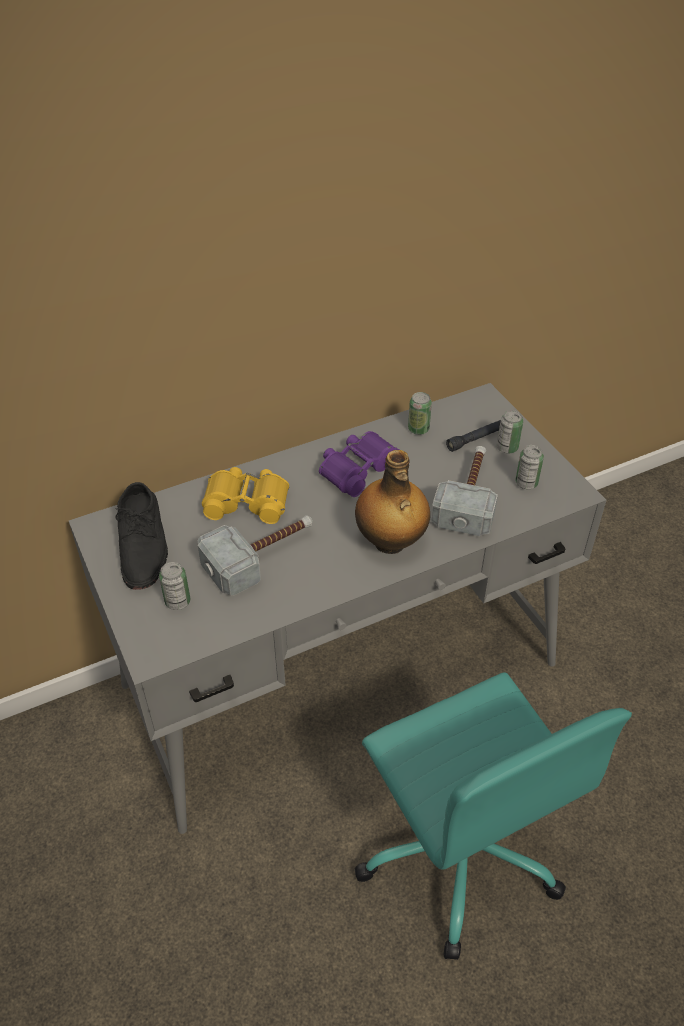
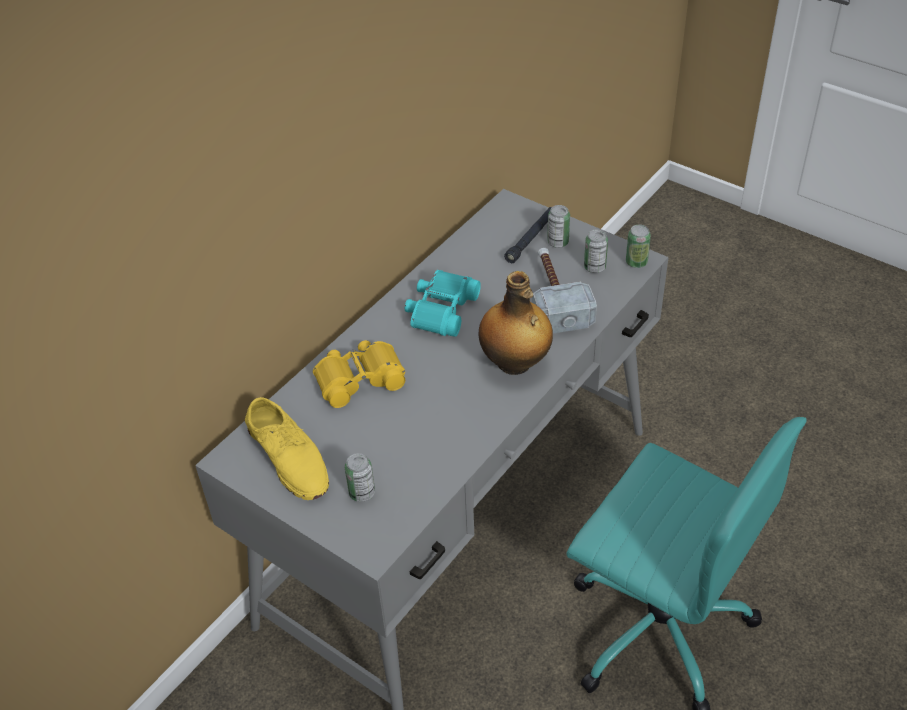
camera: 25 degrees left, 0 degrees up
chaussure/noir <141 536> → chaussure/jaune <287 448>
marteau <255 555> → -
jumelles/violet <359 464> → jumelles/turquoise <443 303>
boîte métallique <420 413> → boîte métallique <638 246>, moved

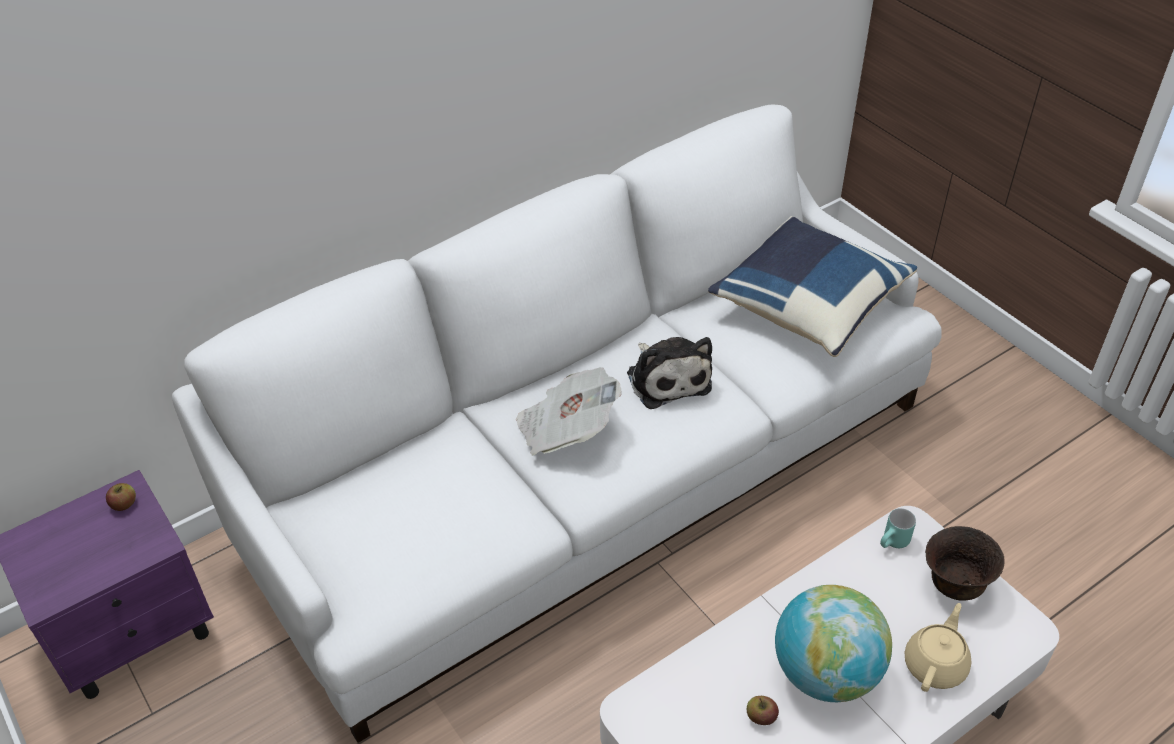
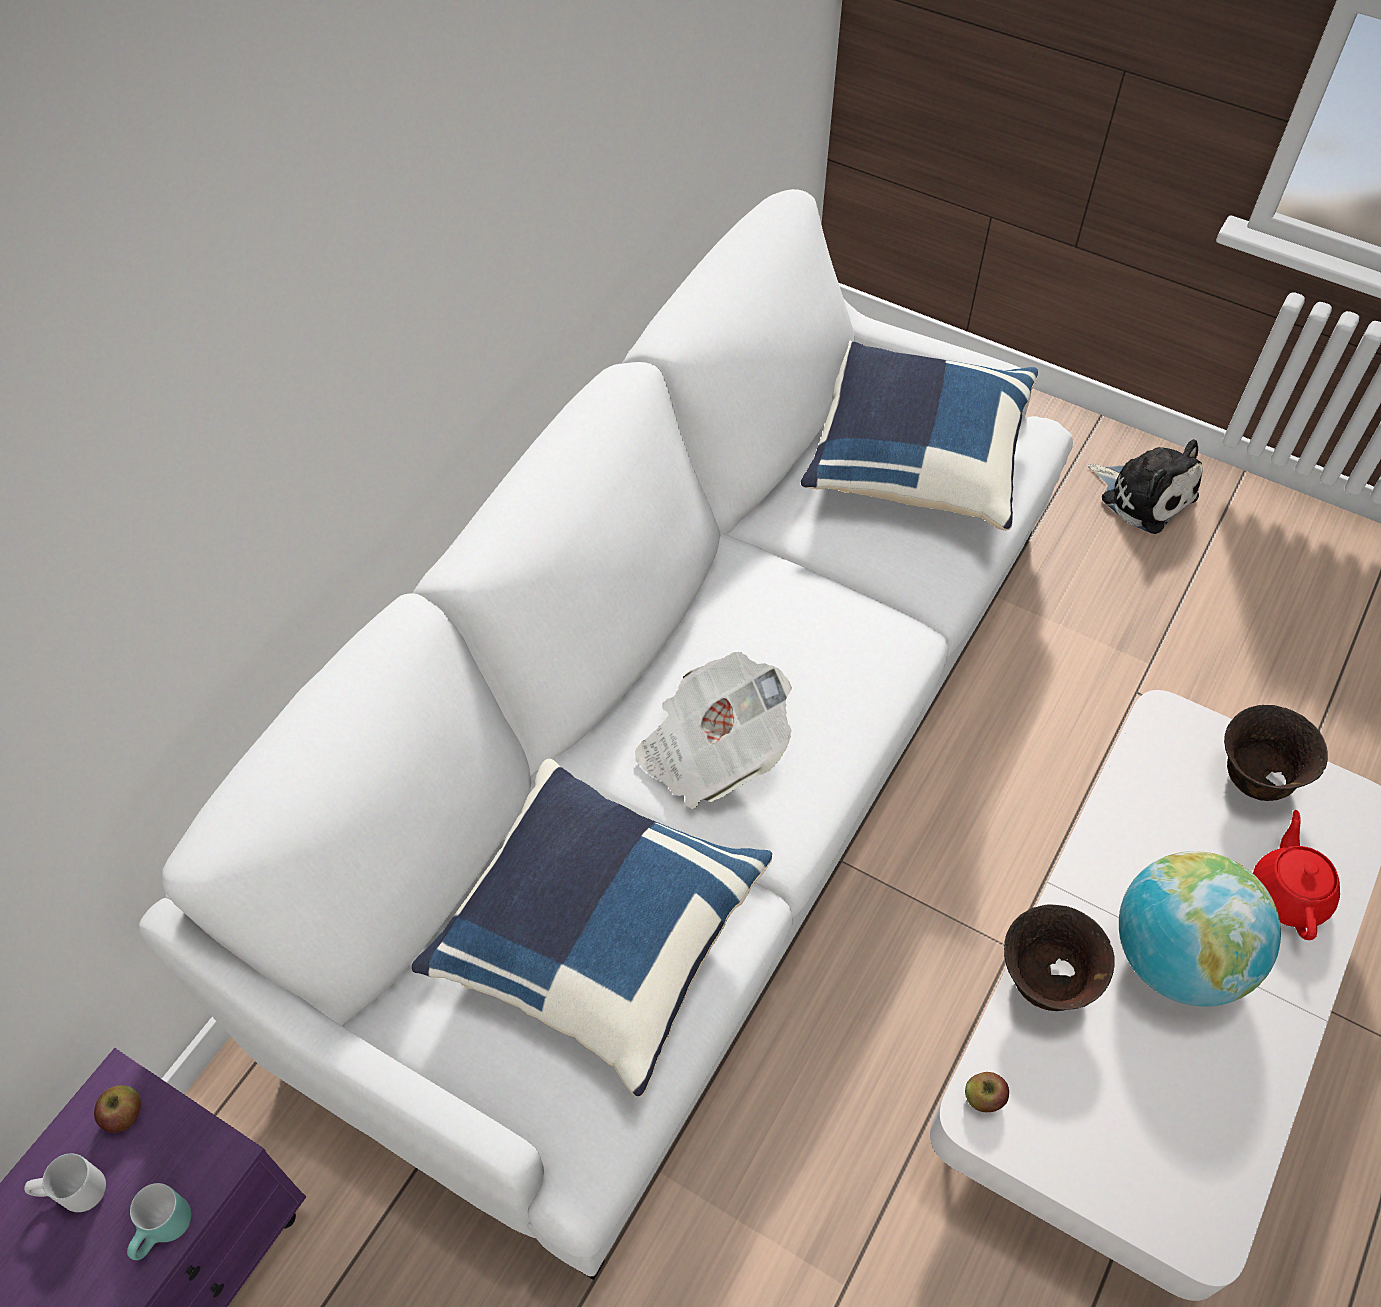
camera: 25 degrees left, 10 degrees up
peluche <669 373> → peluche <1145 486>, moved
pomme <763 710> → pomme <987 1092>, moved
mug/turquoise <898 528> → mug/turquoise <159 1221>, moved
théière/beige <938 647> → théière/rouge <1296 875>
- → mug/blanc <65 1182>
- → coussin/bleu <592 928>
- → bol/marron <1059 957>

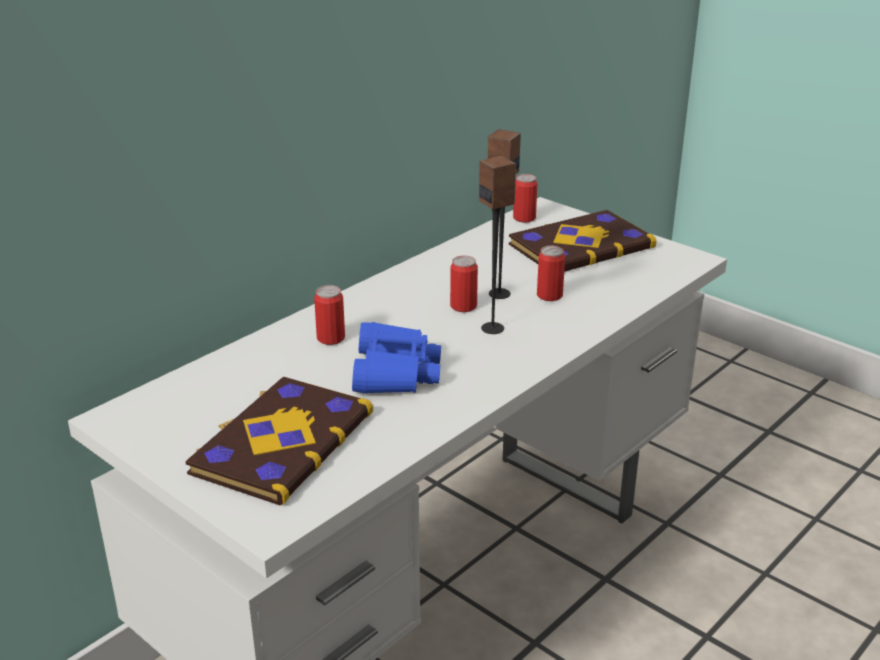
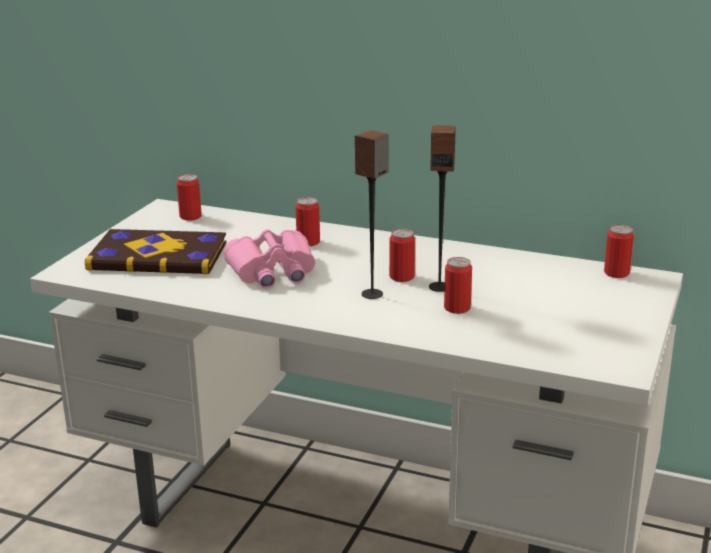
camera: 70 degrees right, 5 degrees down
jumelles/bleu <396 358> → jumelles/rose <269 258>
livre <582 241> → -
- → boîte métallique <189 197>

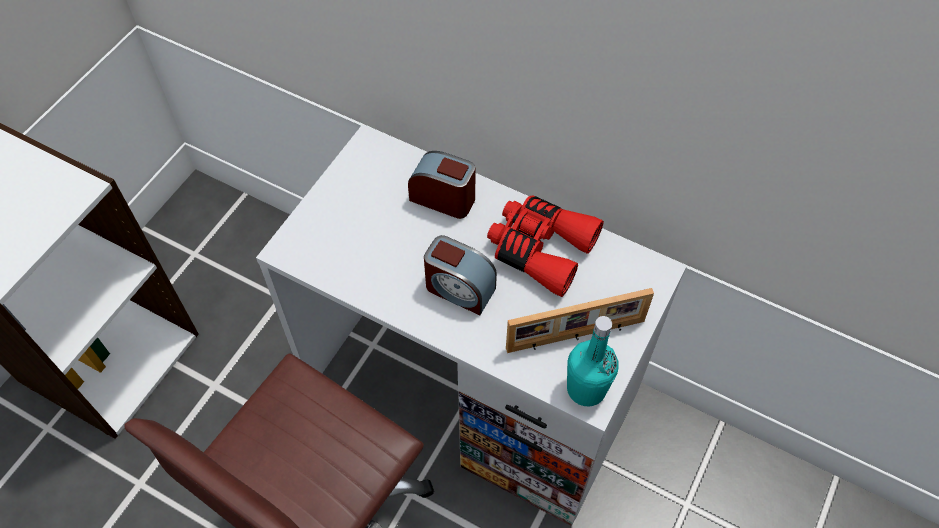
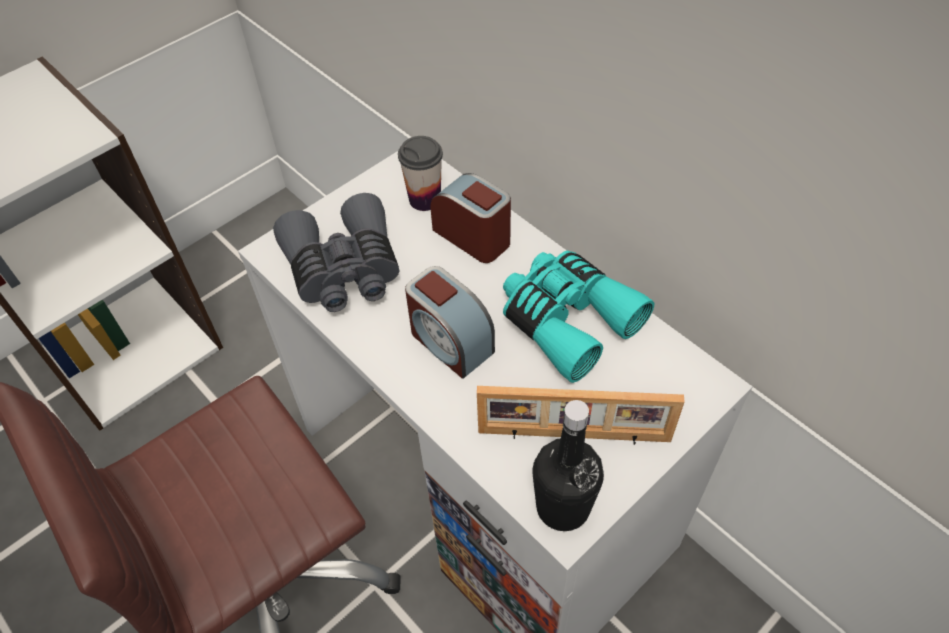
camera: 20 degrees right, 5 degrees down
jumelles/rouge <545 246> → jumelles/turquoise <579 317>
bouteille/turquoise <592 361> → bouteille/noir <568 465>
- → jumelles/gris <336 252>
- → tasse <420 173>

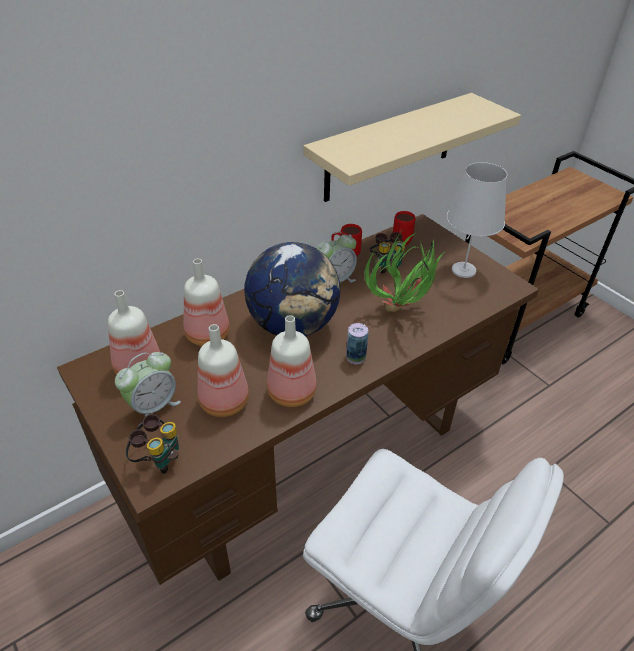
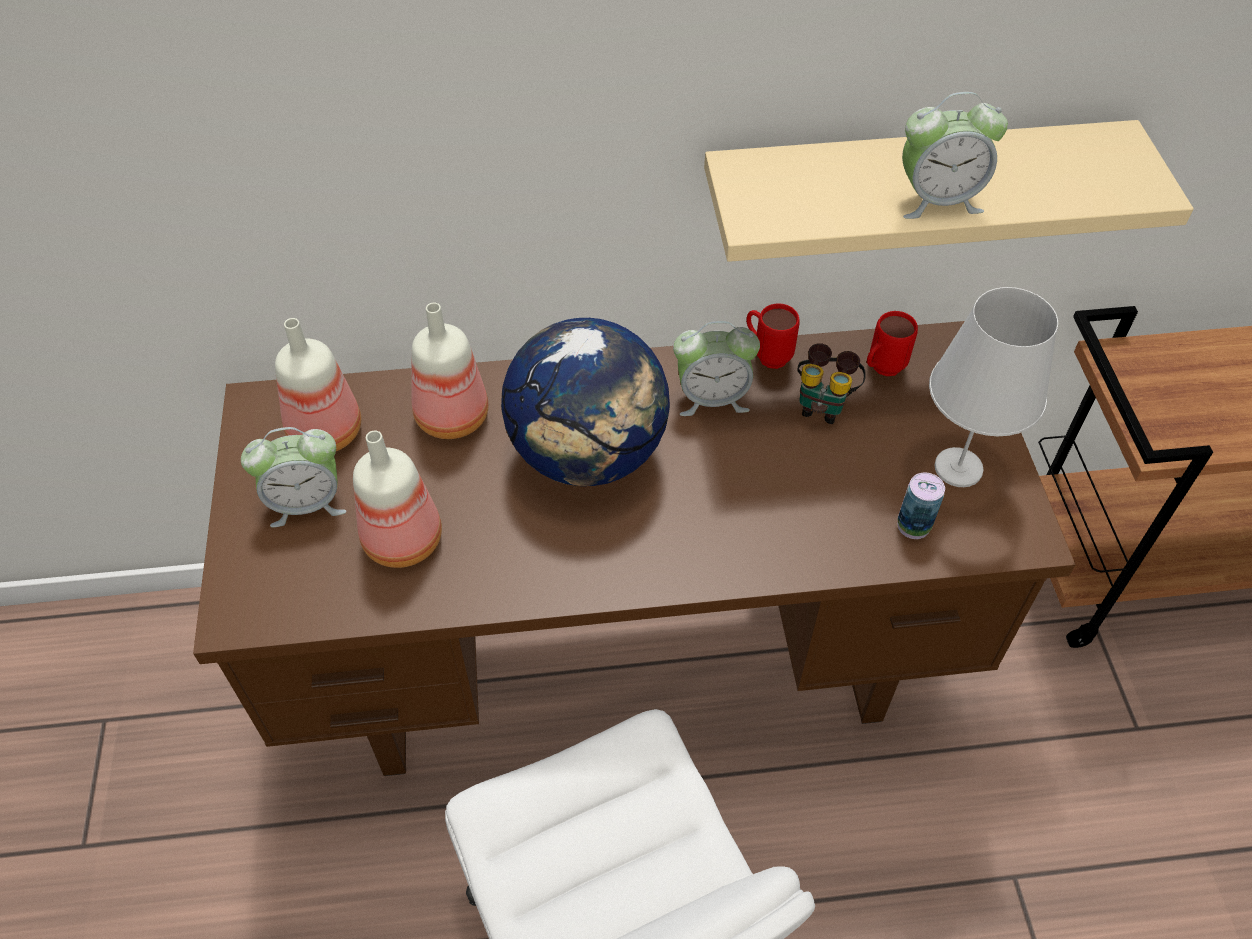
camera: 30 degrees right, 10 degrees up
jumelles <152 444> → -
bouteille <292 361> → -
boîte métallique <357 343> → boîte métallique <921 506>, moved
plante en pot <405 272> → -
- → réveil <955 155>

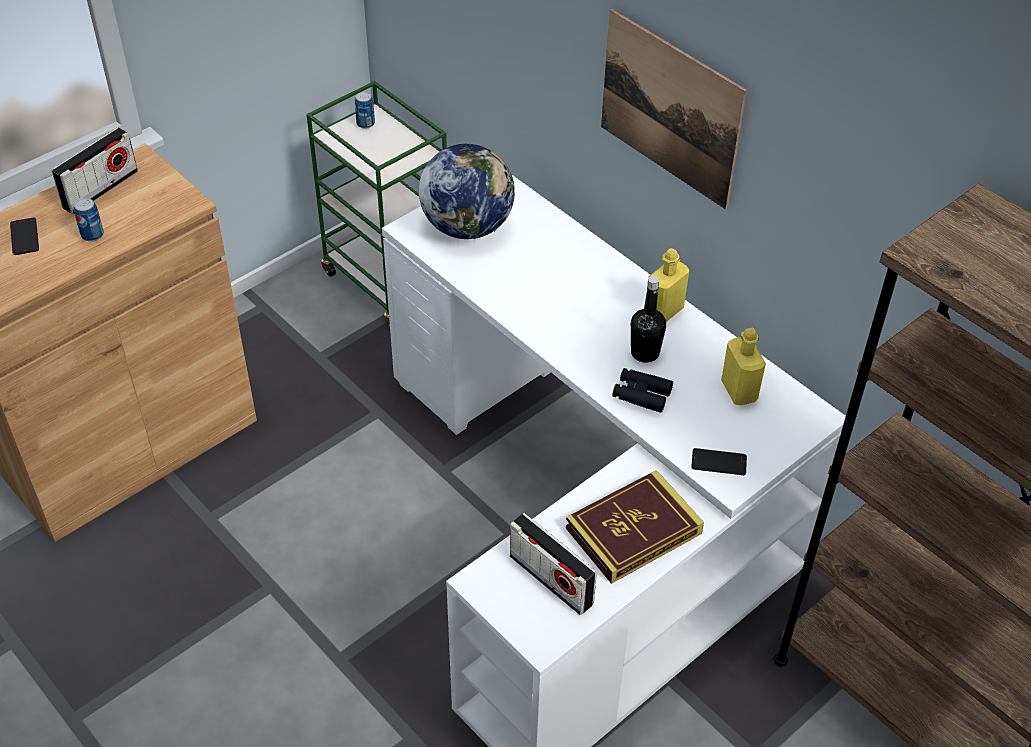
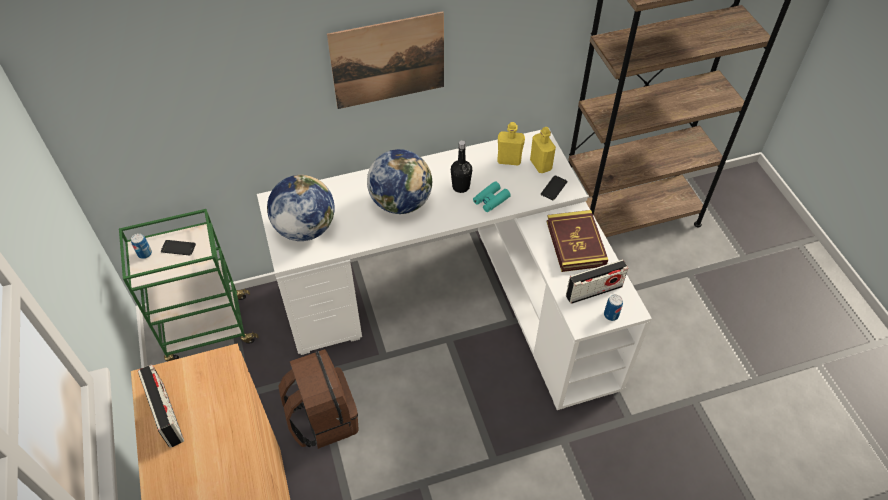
camera: 65 degrees left, 5 degrees up
téléphone <24 236> → téléphone <178 248>, moved
boîte métallique <89 220> → boîte métallique <613 308>, moved
jumelles/noir <642 390> → jumelles/turquoise <492 196>
bouteille/jaune <668 285> → bouteille/jaune <543 150>, moved
- → sac à dos/marron <318 399>
- → globe <399 181>

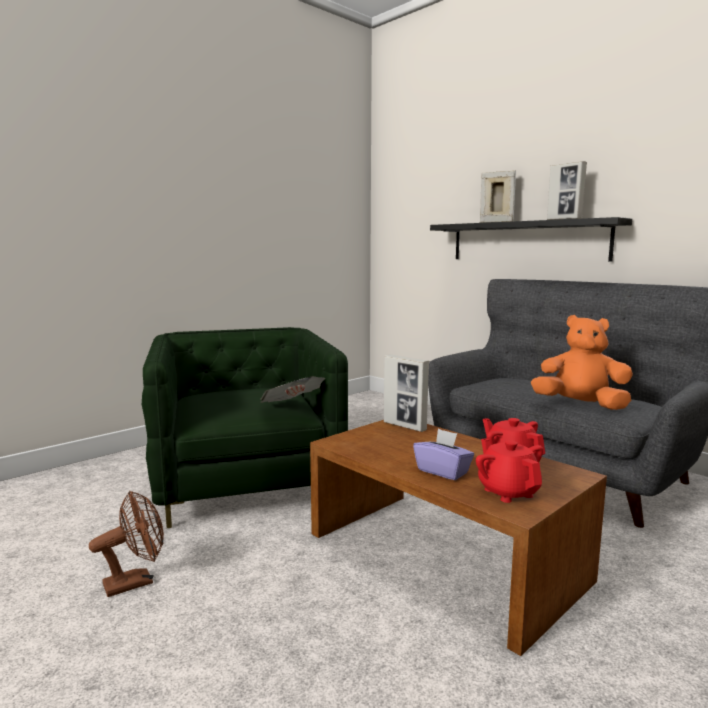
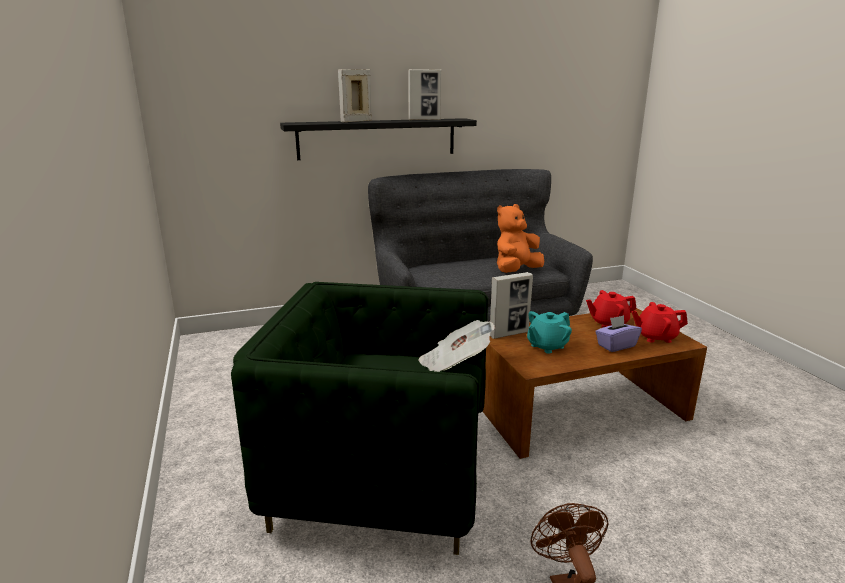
camera: 65 degrees left, 10 degrees up
- → théière/turquoise <549 332>

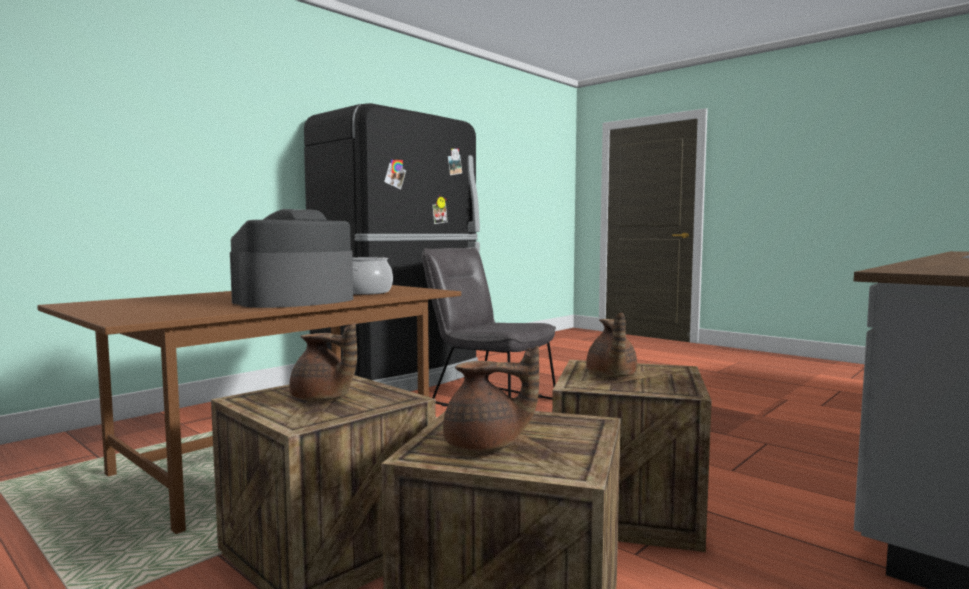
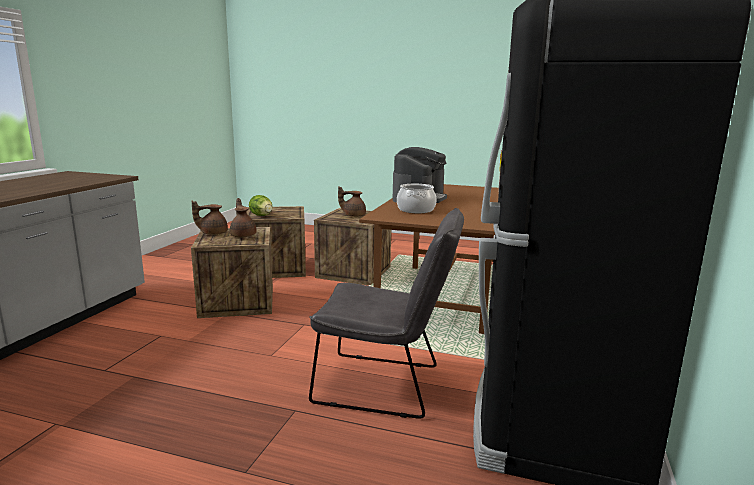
camera: 155 degrees right, 10 degrees up
théière/marron <491 399> → théière/marron <210 218>, moved
- → laitue <260 205>

